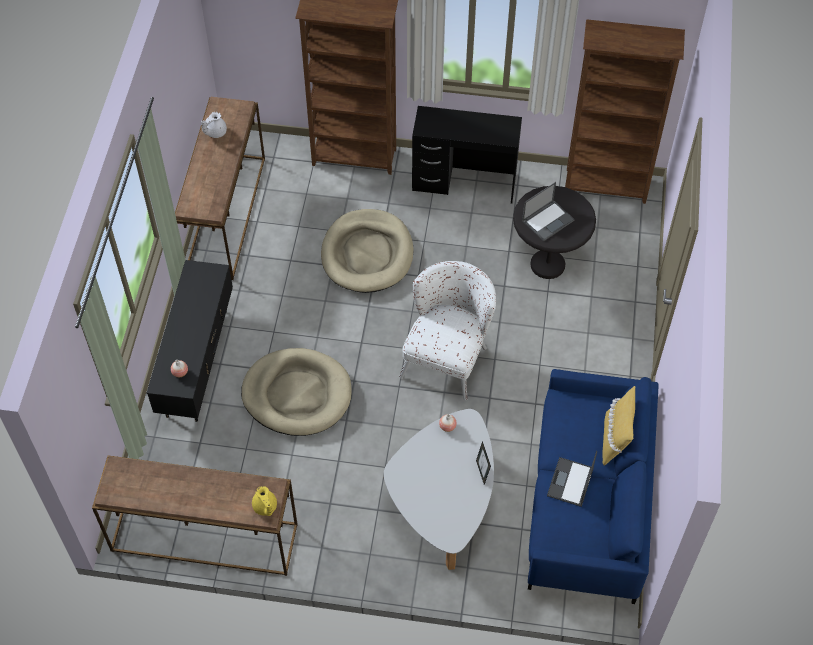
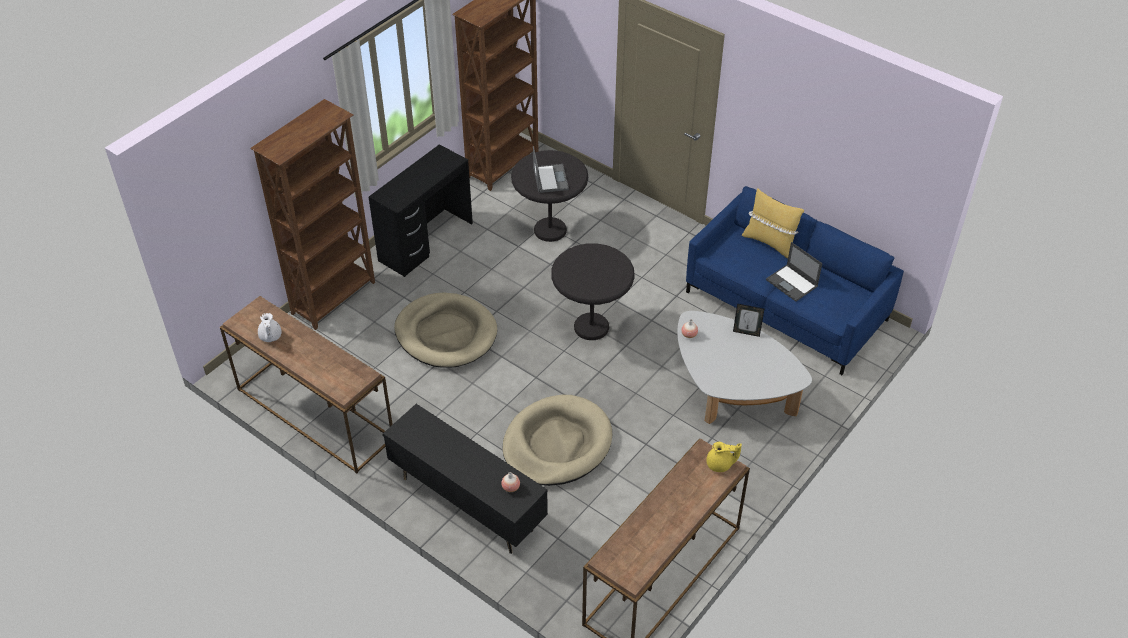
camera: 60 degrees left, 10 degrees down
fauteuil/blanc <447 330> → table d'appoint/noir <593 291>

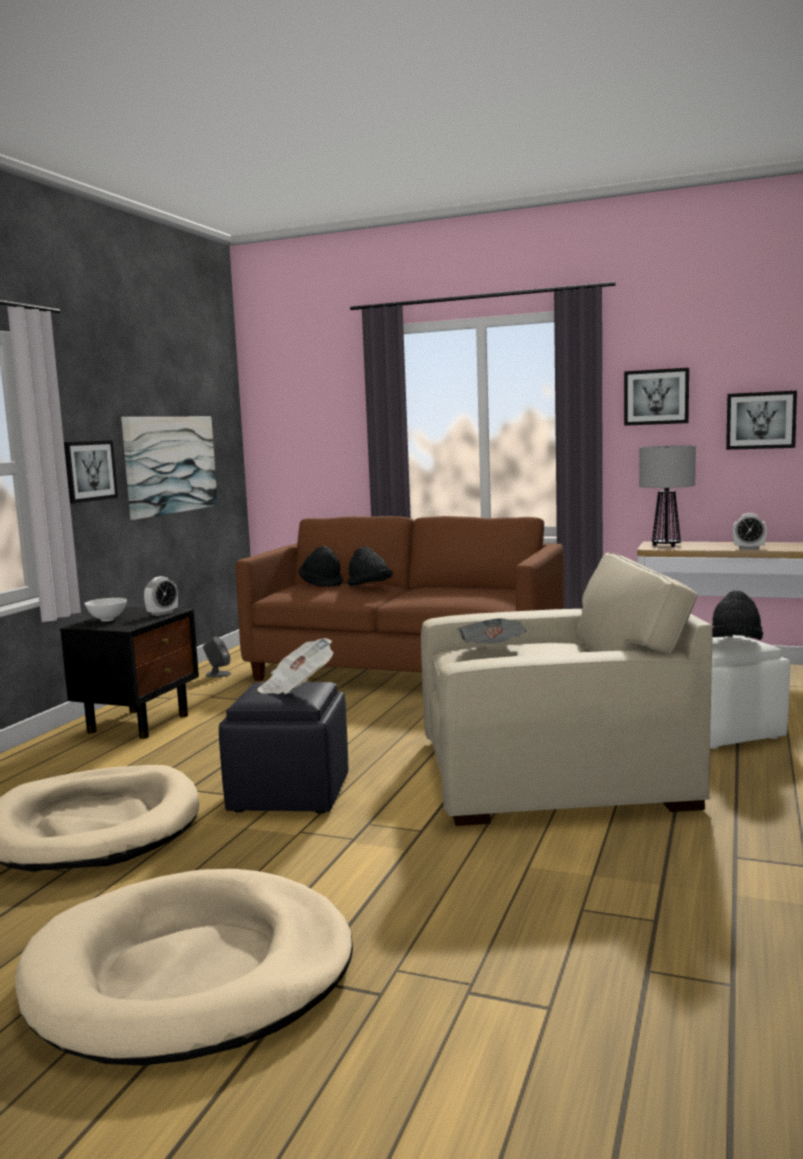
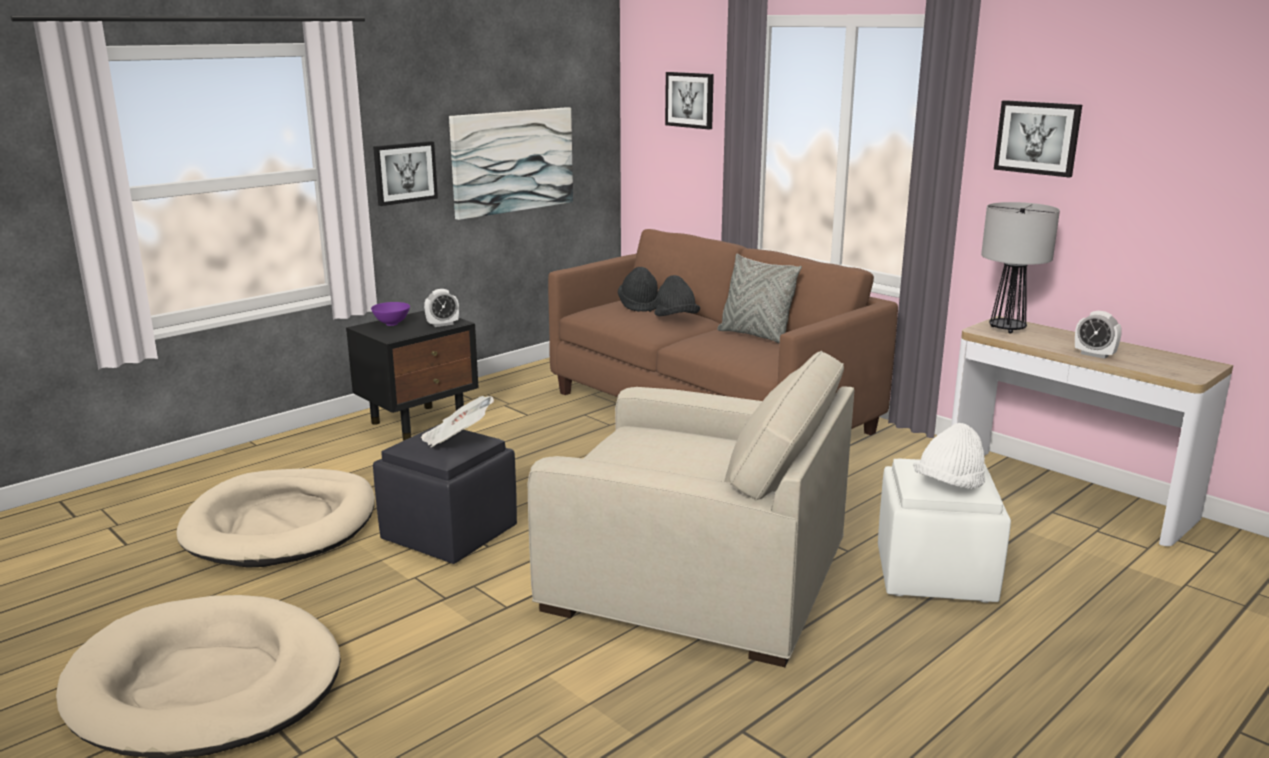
camera: 25 degrees right, 10 degrees up
bol/blanc <106 609> → bol/violet <390 314>
enceinte/gris <217 657> → -
journal <492 630> → -
chapeau/noir <737 615> → chapeau/blanc <949 456>
tableau <761 420> → tableau <689 101>, moved
- → coussin/gris <759 298>

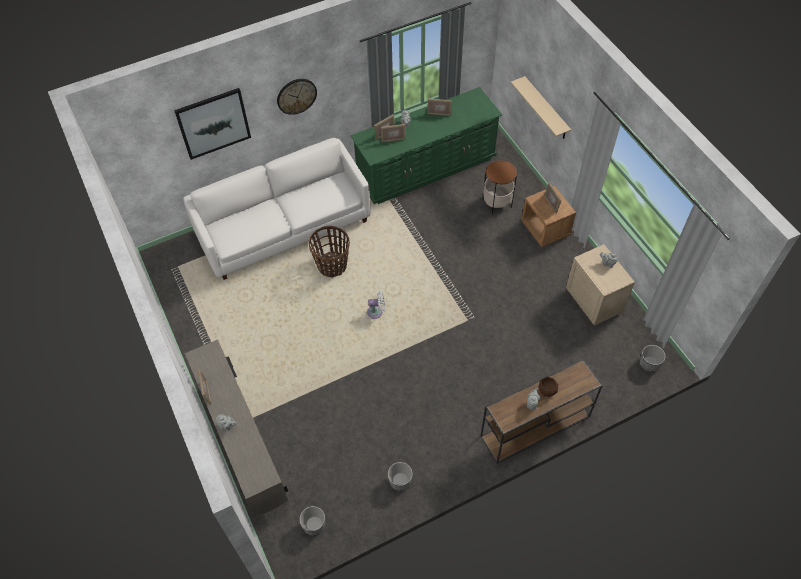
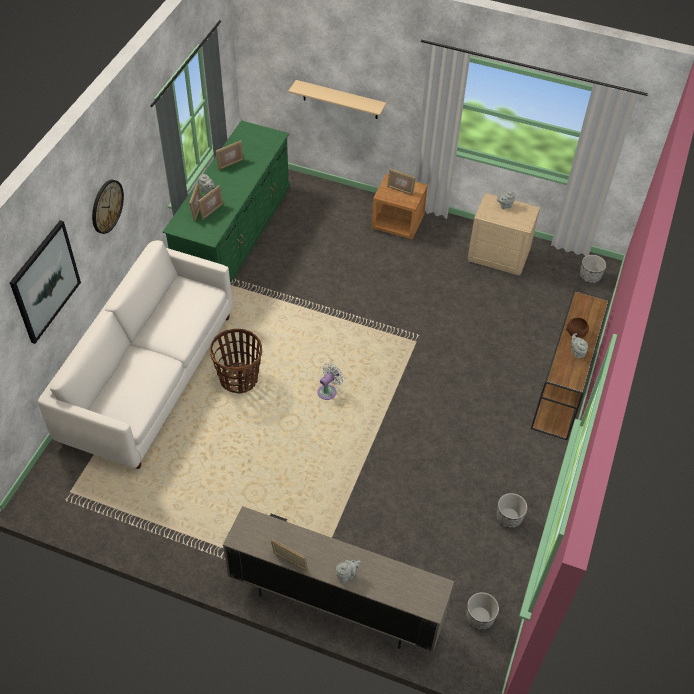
camera: 45 degrees left, 5 degrees down
table d'appoint <500 187> → -

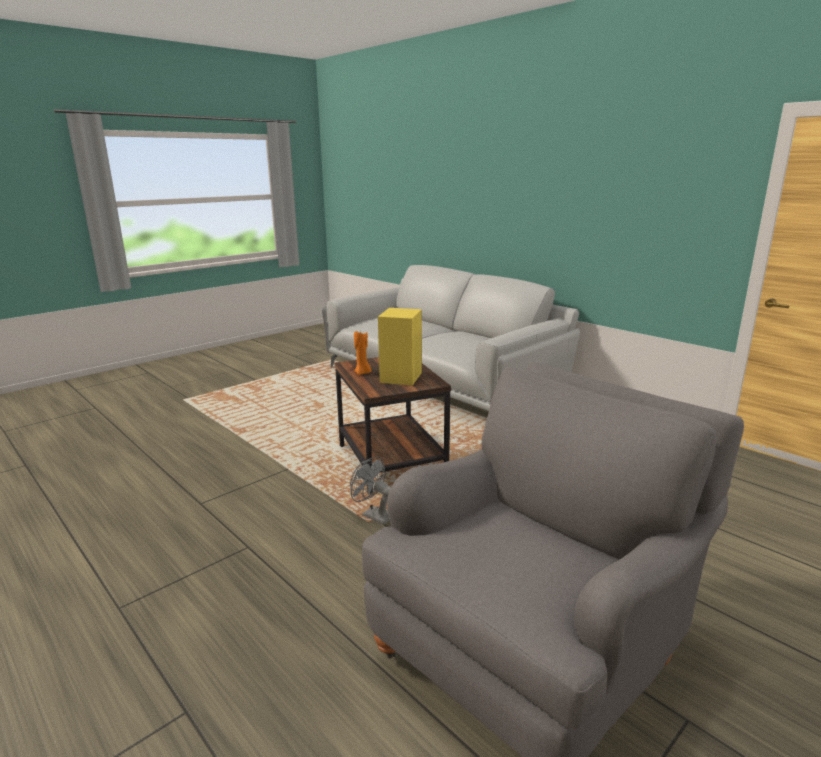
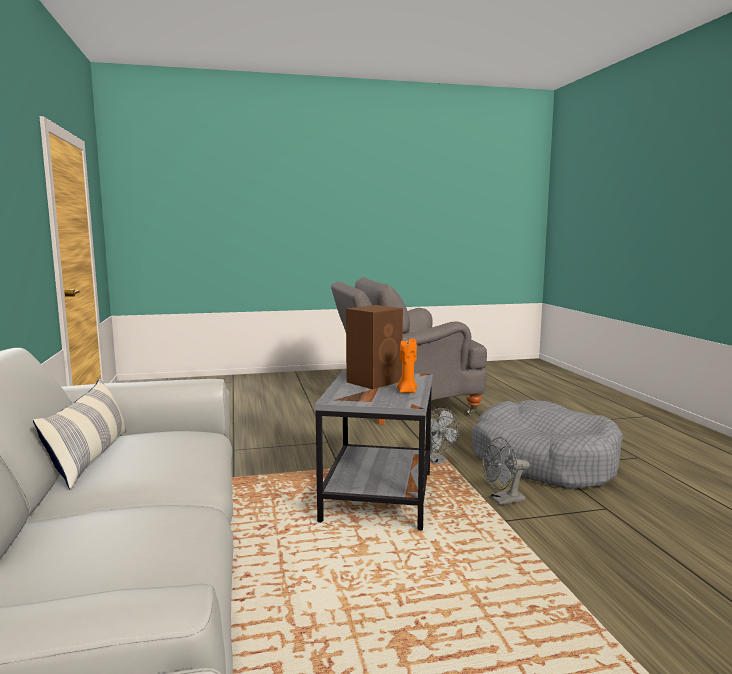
camera: 150 degrees left, 10 degrees down
table d'appoint/marron <393 425> → table d'appoint/gris <374 451>
enceinte/jaune <400 347> → enceinte/marron <374 347>
- → coussin <80 433>
- → panier pour chien/gris <547 445>
- → ventilateur/gris <506 471>

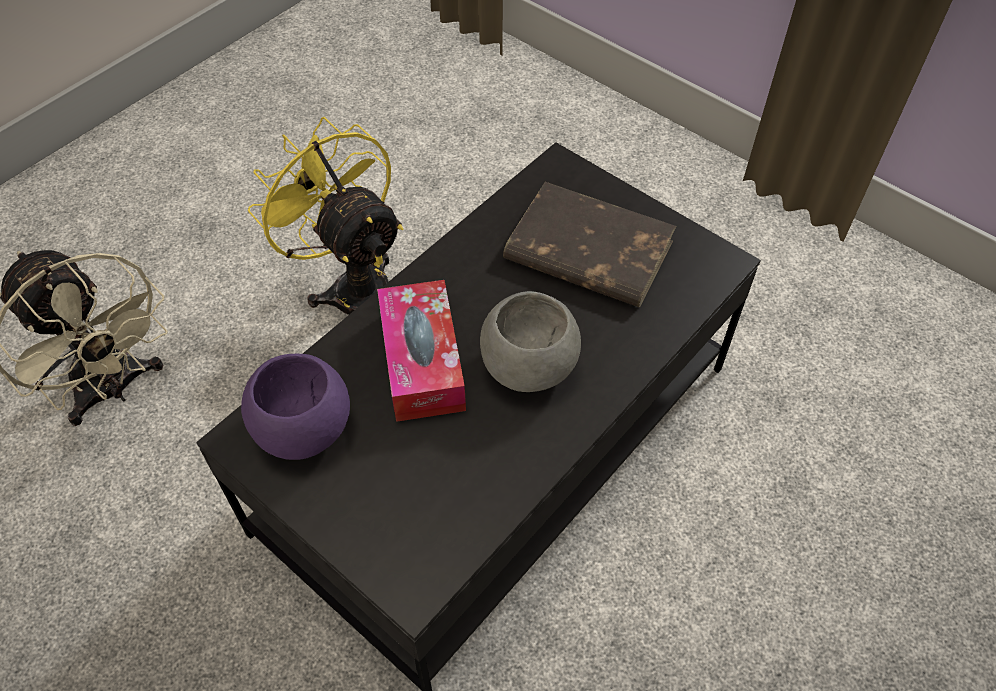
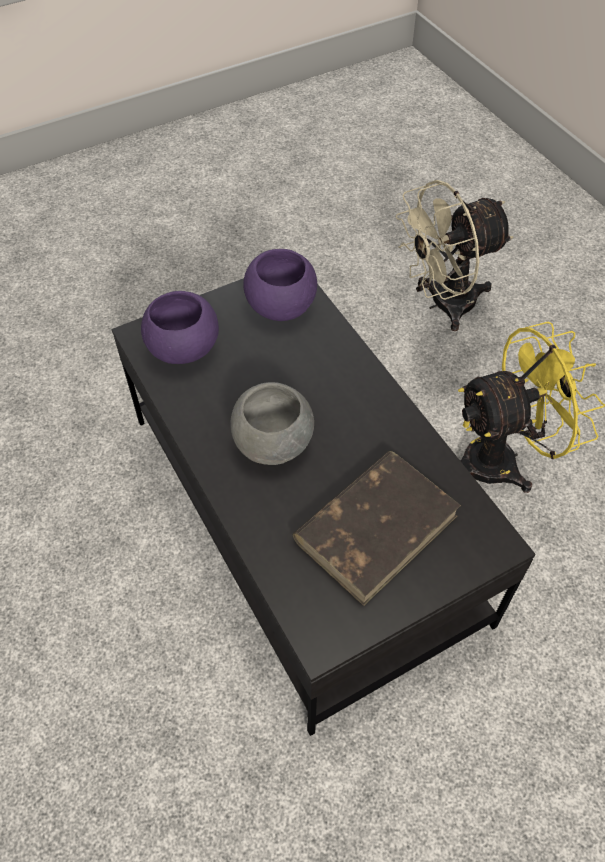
camera: 110 degrees right, 0 degrees up
boîte à mouchoirs <421 351> → -
- → bol/violet <180 327>

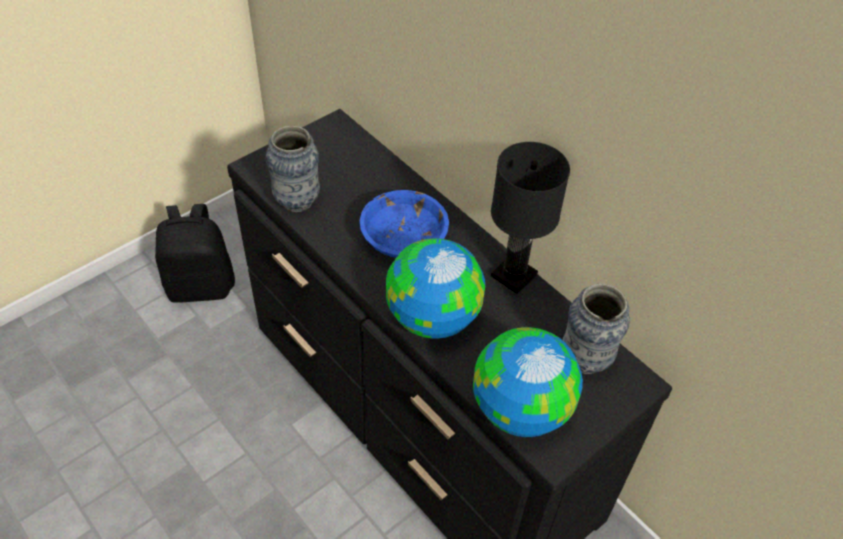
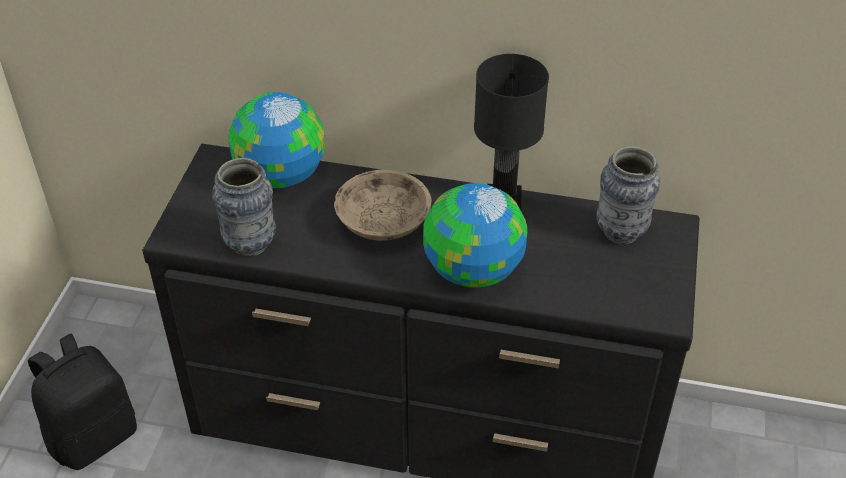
camera: 35 degrees left, 5 degrees down
bol/bleu <404 224> → bol/beige <383 205>
globe <528 382> → globe <276 140>, moved

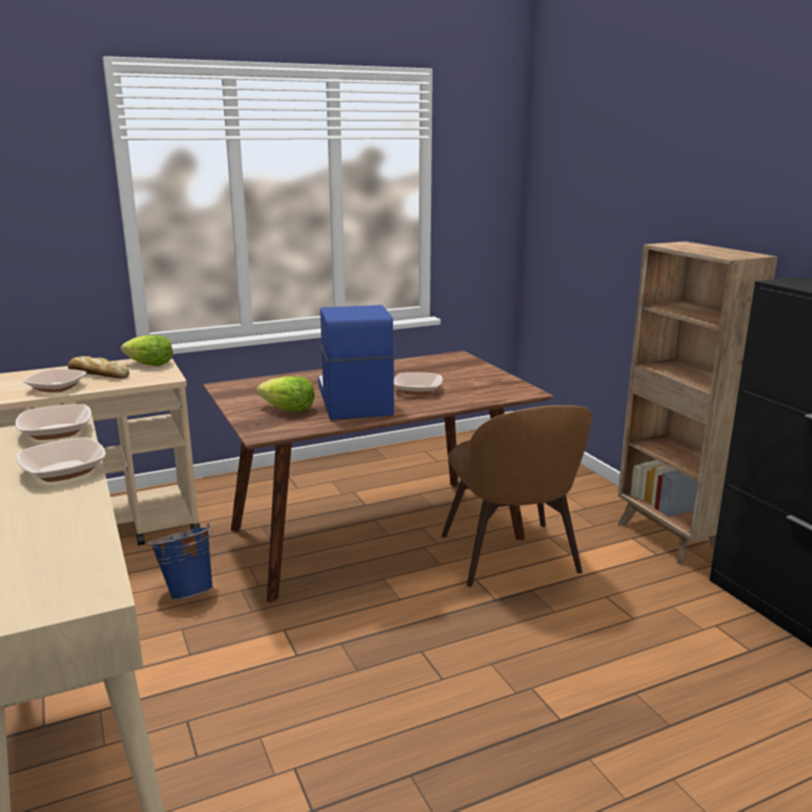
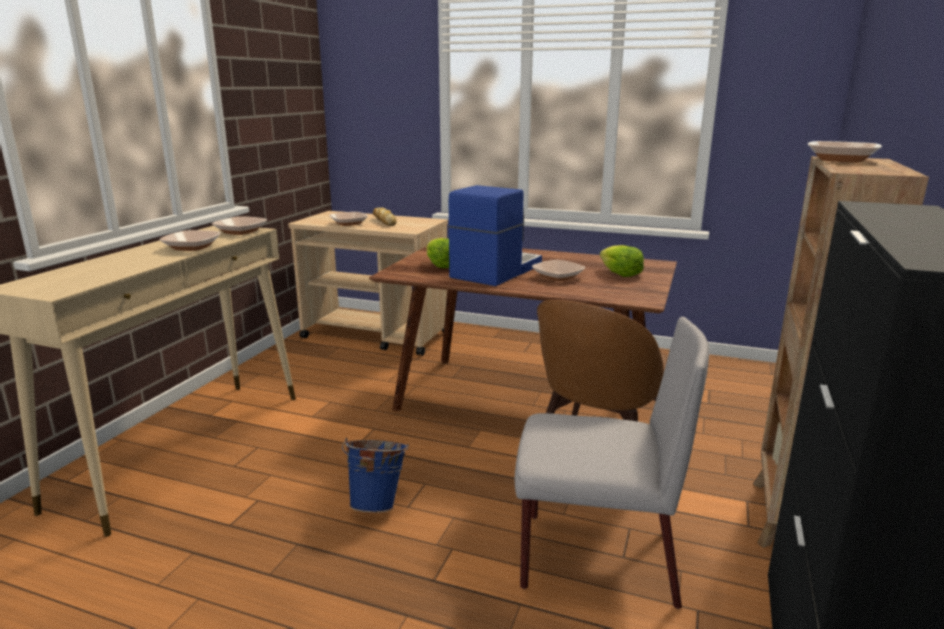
camera: 45 degrees right, 0 degrees up
laitue <147 350> → laitue <622 261>, moved
seau/bleu <180 561> → seau/bleu <375 475>, moved
- → chaise/gris <612 463>
- → bol <845 151>

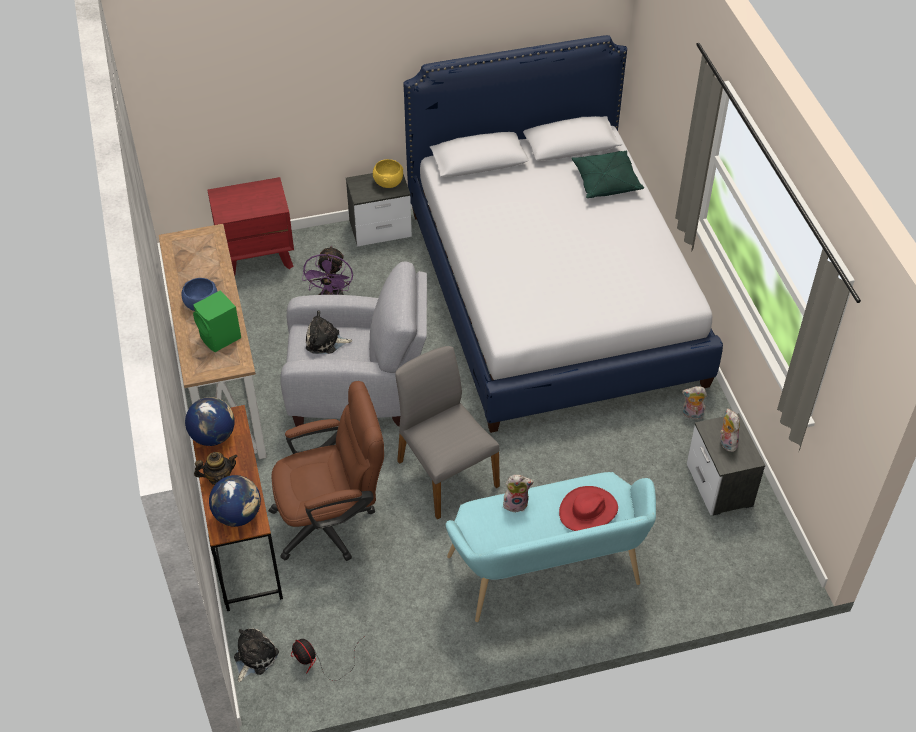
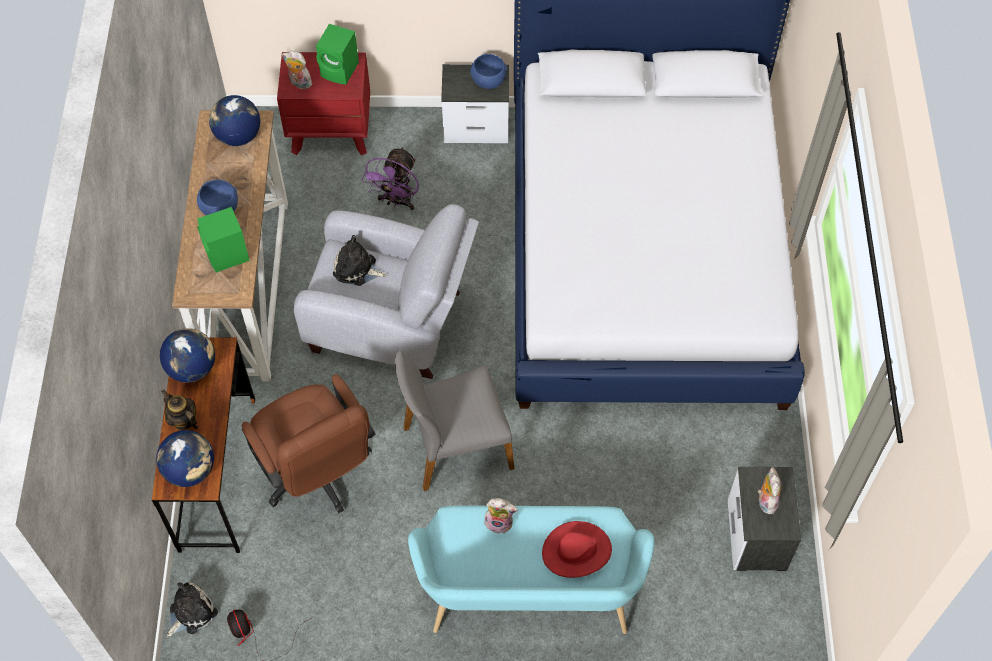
camera: 15 degrees right, 10 degrees up
théière <216 468> → théière <179 410>, 135 degrees counterclockwise
chaise de bureau/marron <326 471> → chaise de bureau/marron <308 443>, 60 degrees clockwise
bol/jaune <388 173> → bol/bleu <489 71>
chaise/gris <447 433> → chaise/gris <454 420>, 90 degrees counterclockwise
coussin/vert <608 174> → -
peluche <694 402> → peluche <297 70>, moved
- → globe <234 120>
- → enceinte/vert <337 54>

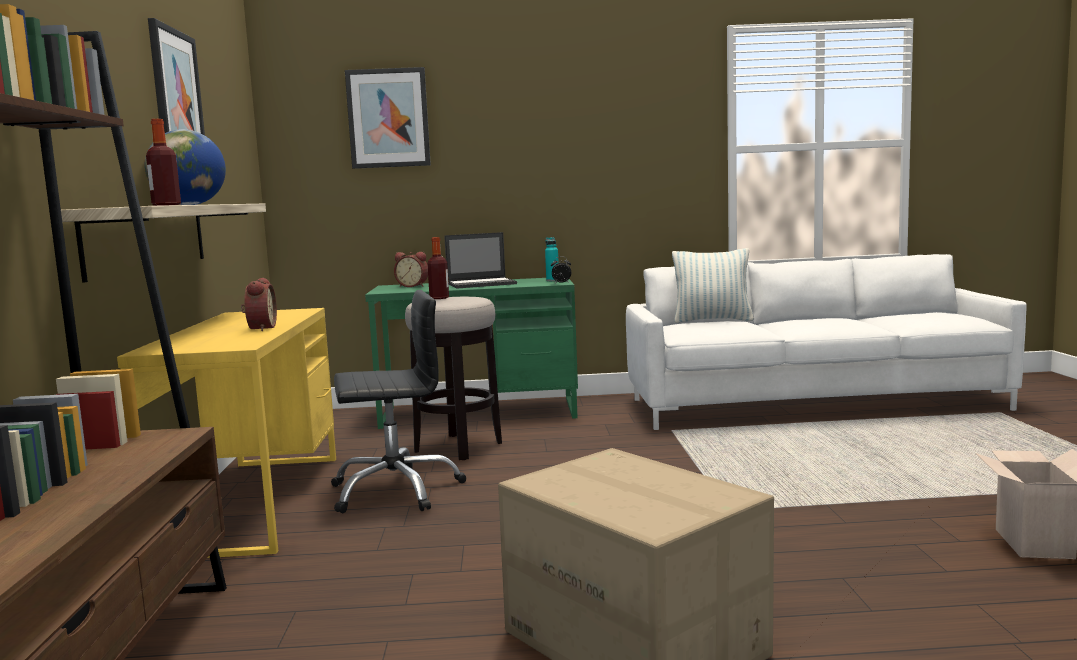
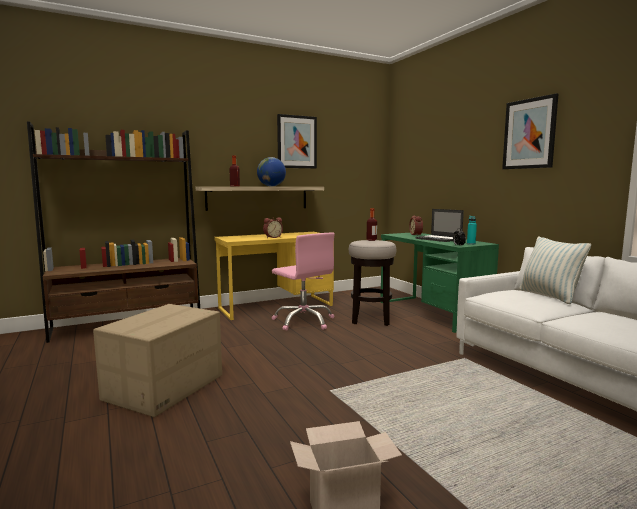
camera: 65 degrees right, 0 degrees up
chaise de bureau/noir <398 401> → chaise de bureau/rose <303 281>
tableau <388 118> → tableau <530 131>, moved

